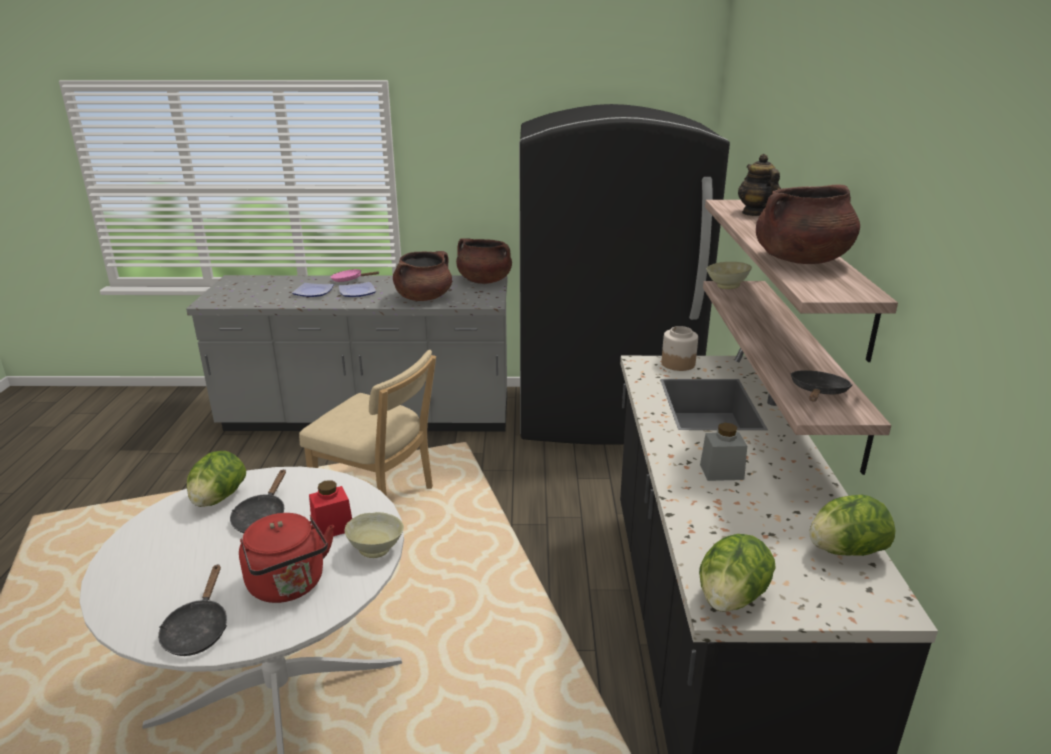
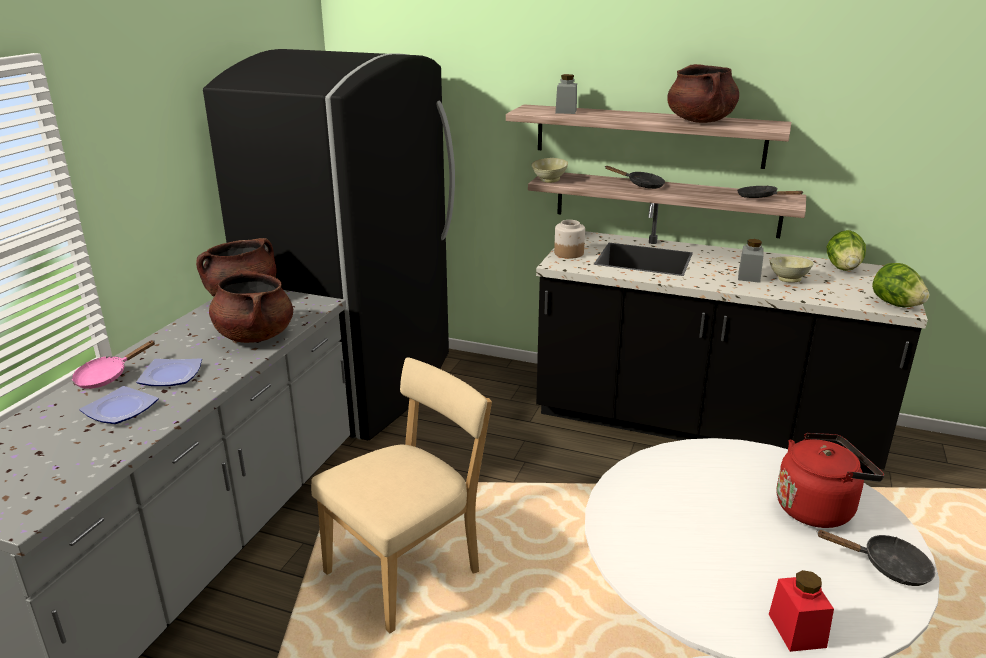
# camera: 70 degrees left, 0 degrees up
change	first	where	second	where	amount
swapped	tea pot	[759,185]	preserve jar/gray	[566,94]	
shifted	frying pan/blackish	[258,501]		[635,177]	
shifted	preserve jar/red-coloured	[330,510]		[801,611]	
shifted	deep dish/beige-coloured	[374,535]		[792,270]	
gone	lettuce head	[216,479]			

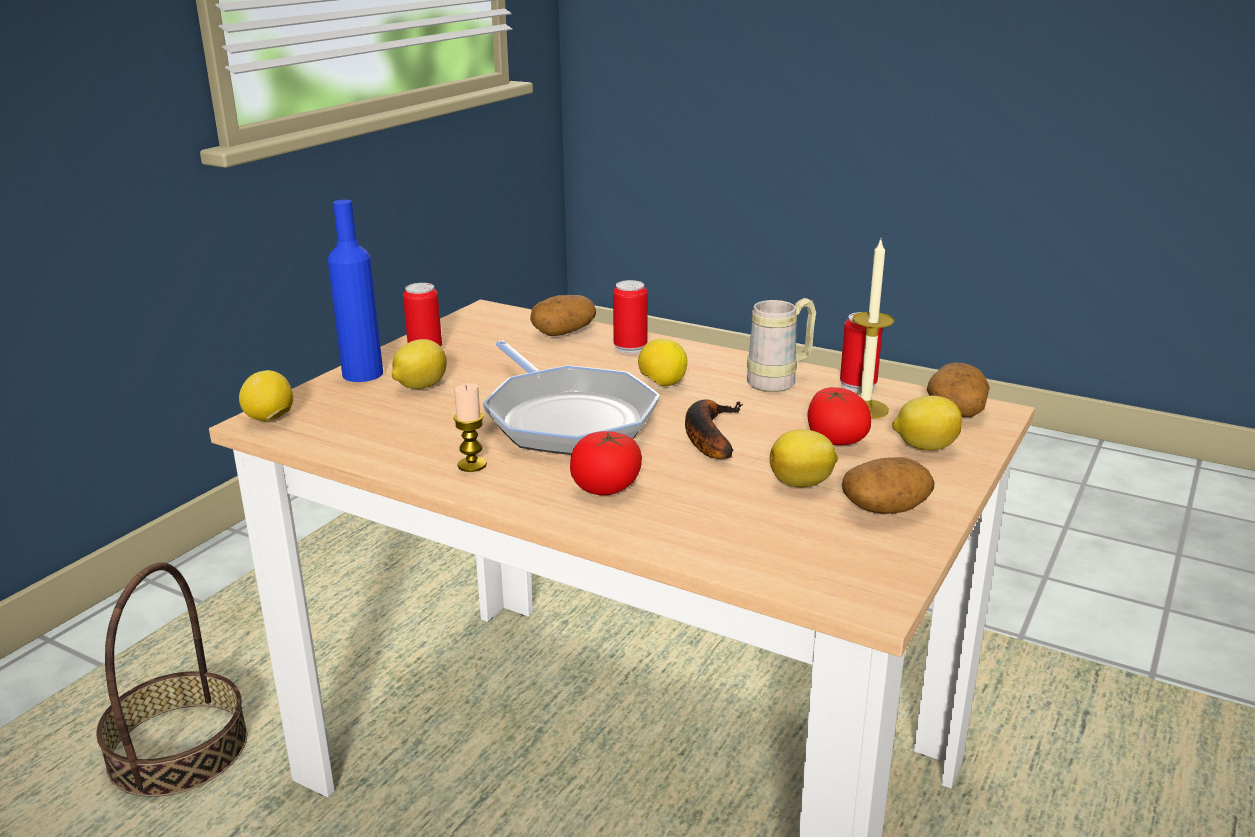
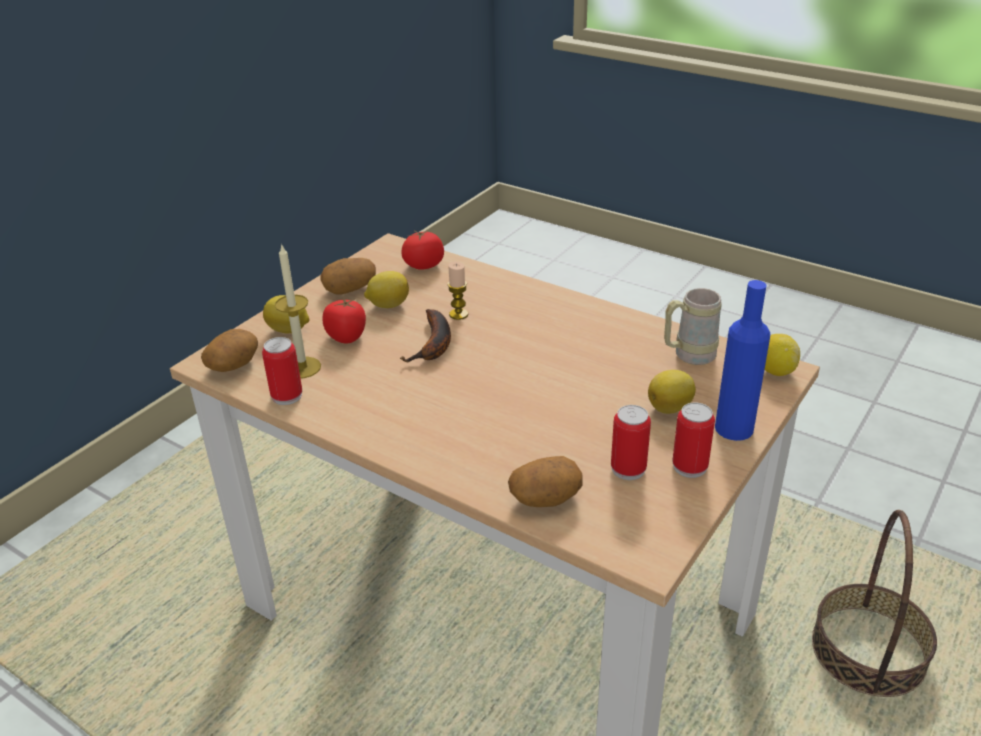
# camera: 175 degrees left, 10 degrees up
change	first	where	second	where	amount
shifted	whole tomato	[606,463]		[422,250]	
shifted	candle	[470,427]		[457,290]	
shifted	metal can	[630,317]		[631,442]	
shifted	coffee mug/beige-coloured	[781,345]		[693,326]	
gone	frying pan	[571,397]			
gone	lemon	[662,362]			

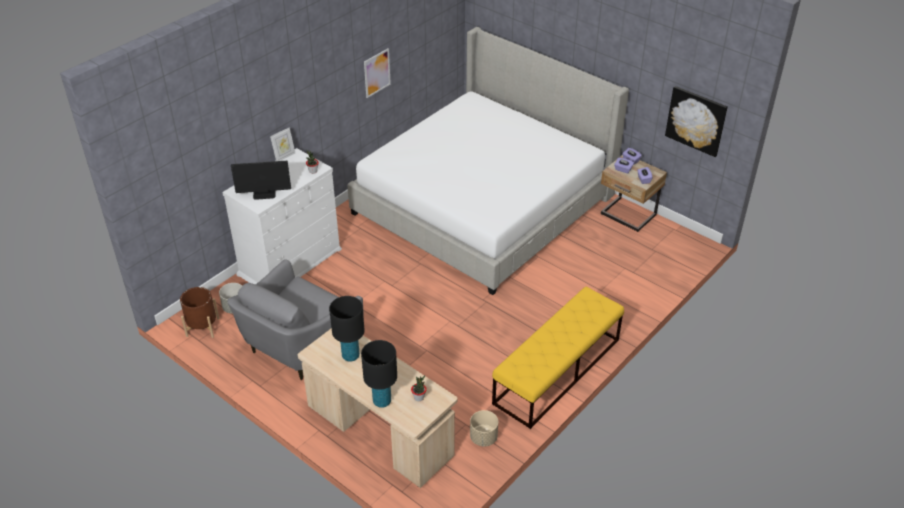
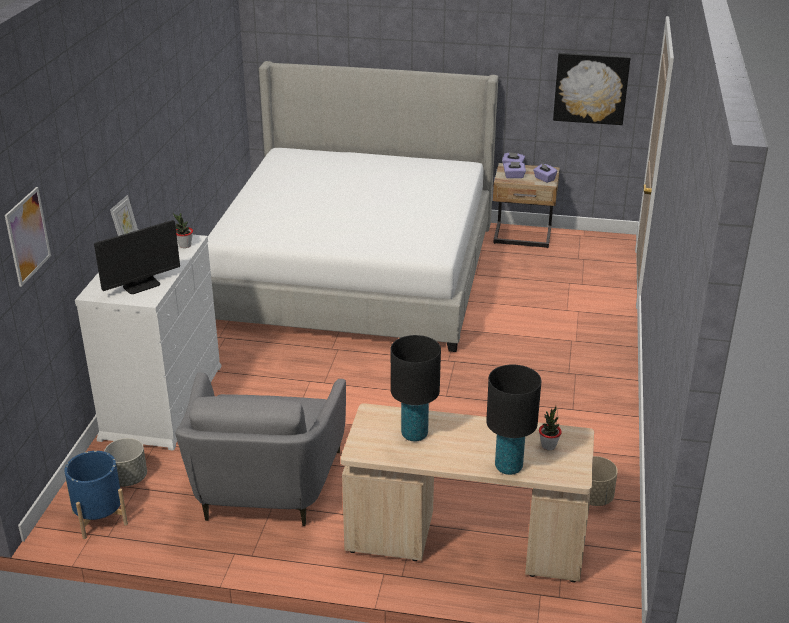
# camera: 30 degrees left, 10 degrees down
change	first	where	second	where	amount
shifted	picture	[377,73]		[28,237]	
repainted	flower pot/brown	[199,312]	flower pot/bluish	[96,495]	
gone	long seat/yellow-coloured	[558,358]			

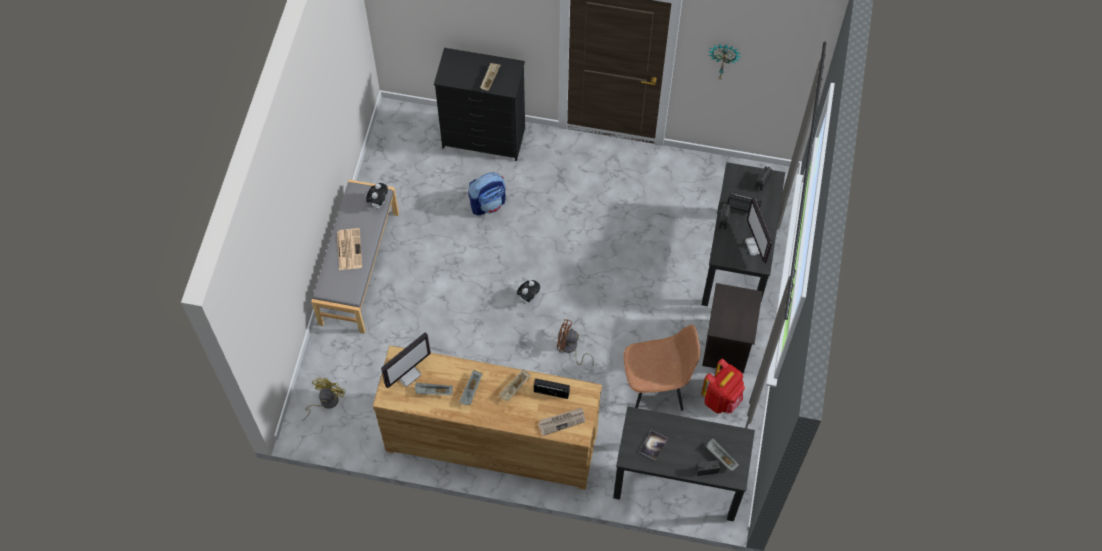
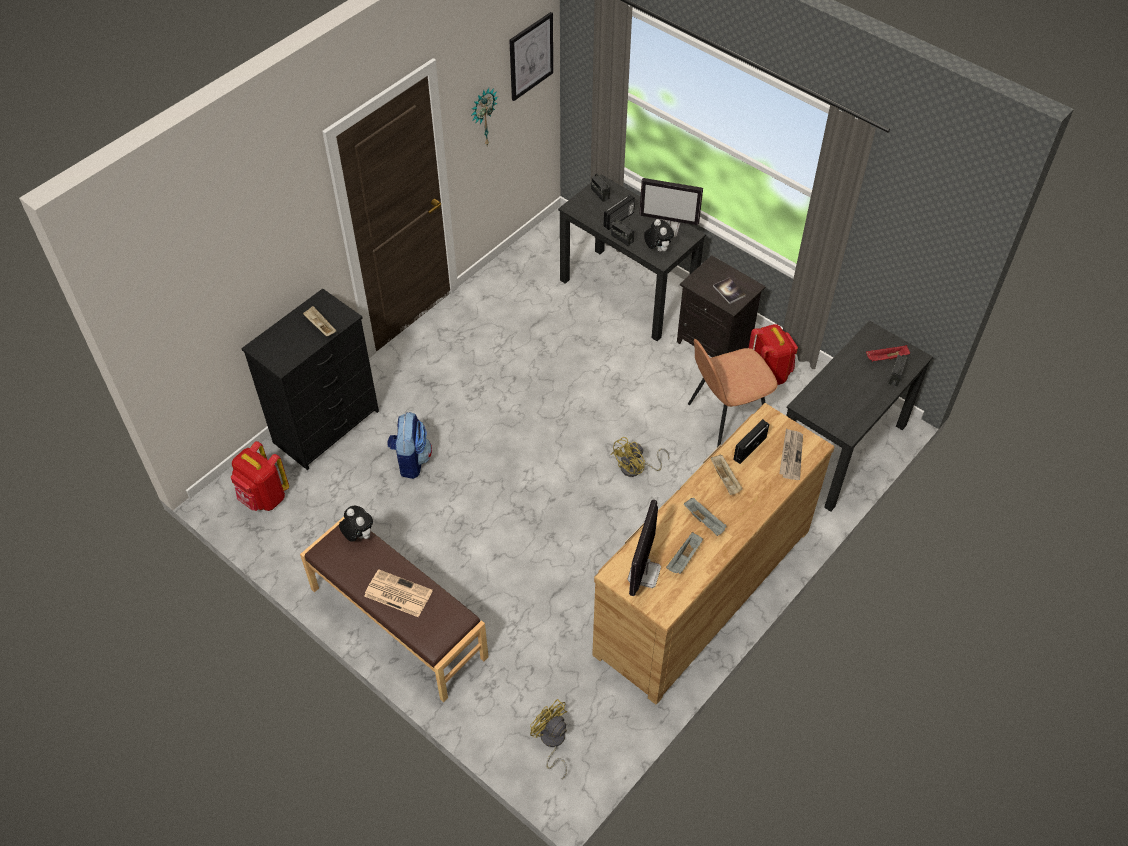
# camera: 60 degrees left, 10 degrees down
change	first	where	second	where	amount
new			backpack/red-coloured	[260,476]	
repainted	long seat/gray	[355,257]	long seat/brown	[394,609]	
new			picture	[531,56]	
repainted	cooling fan/brown	[575,342]	cooling fan/yellow-coloured	[640,457]	
rotated	monitor	[406,360]		[644,547]	150 degrees counterclockwise
shifted	soft toy	[528,292]		[659,235]	
rotated	upright chair/brown	[662,368]		[733,393]	135 degrees counterclockwise
shifted	book	[653,445]		[729,291]	
repainted	serving tray/gray	[722,454]	serving tray/red-coloured	[888,353]	

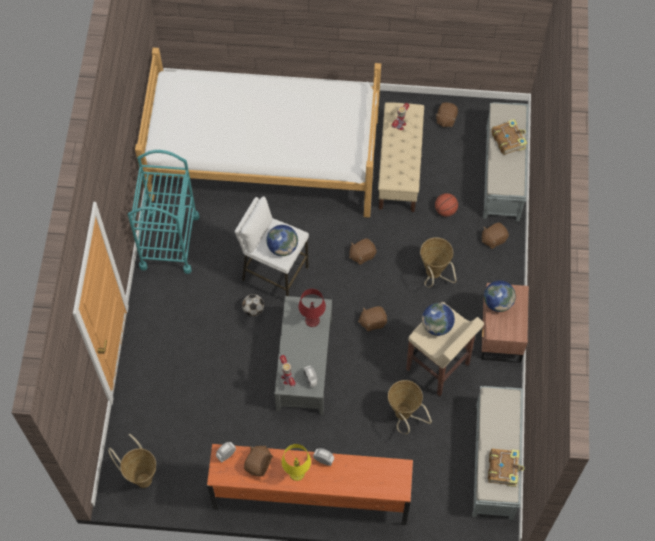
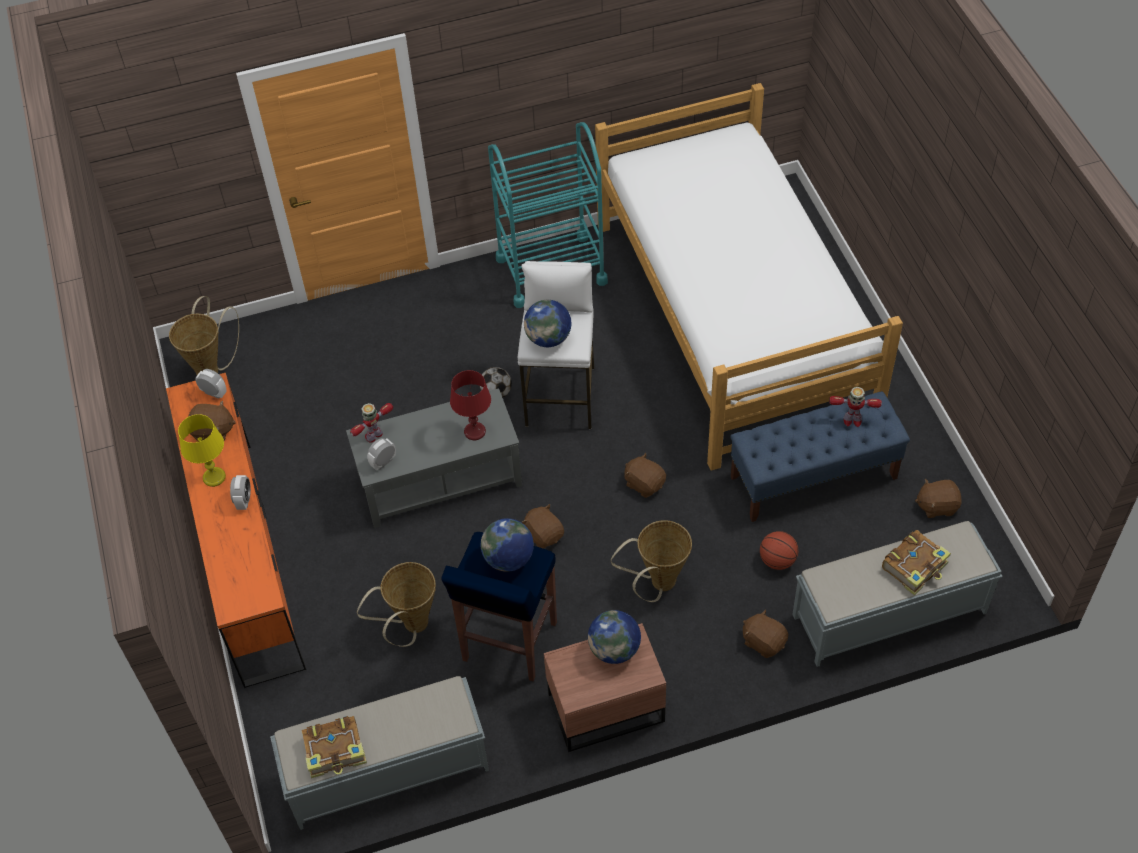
# camera: 70 degrees right, 10 degrees down
change	first	where	second	where	amount
repainted	stool/beige-coloured	[445,349]	stool/bluish	[499,606]	
repainted	long seat/beige-coloured	[401,157]	long seat/bluish	[820,456]	

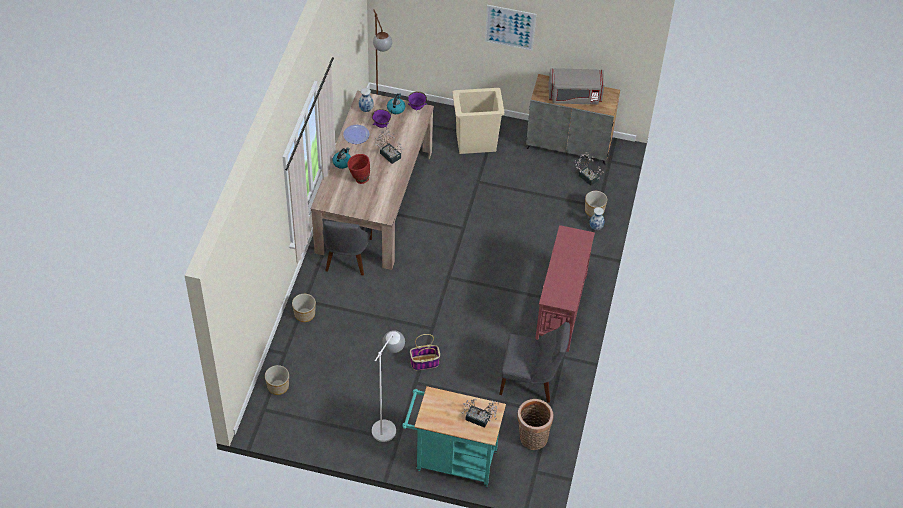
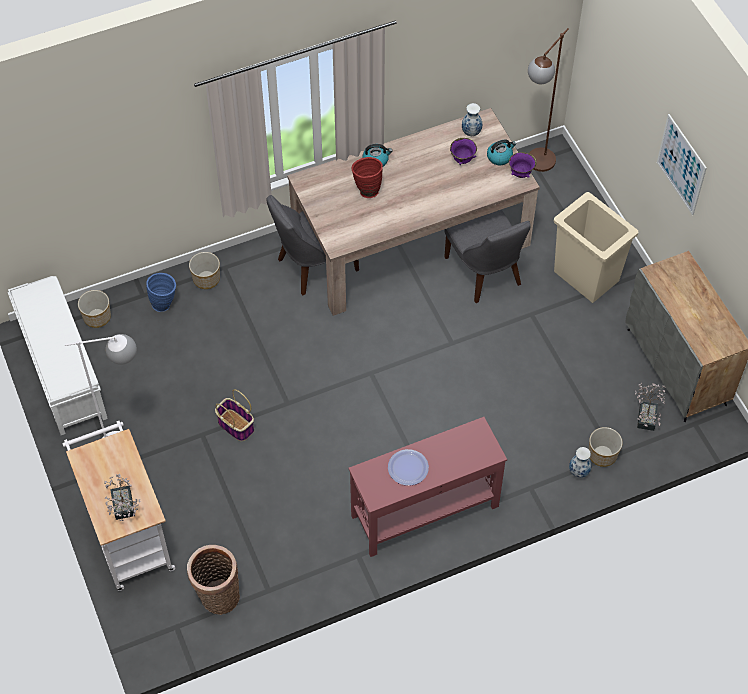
# camera: 55 degrees right, 5 degrees up
change	first	where	second	where	amount
new			long seat/white-coloured	[58,355]	
repainted	wheeled cart/turquoise-coloured	[454,436]	wheeled cart/white-coloured	[118,506]	
new			decorative vase/bluish	[161,292]	
shifted	flat dish	[356,134]		[408,467]	
shifted	upright chair/gray	[534,362]		[487,256]	
gone	potted plant	[389,146]			
gone	microwave/gray	[576,86]			

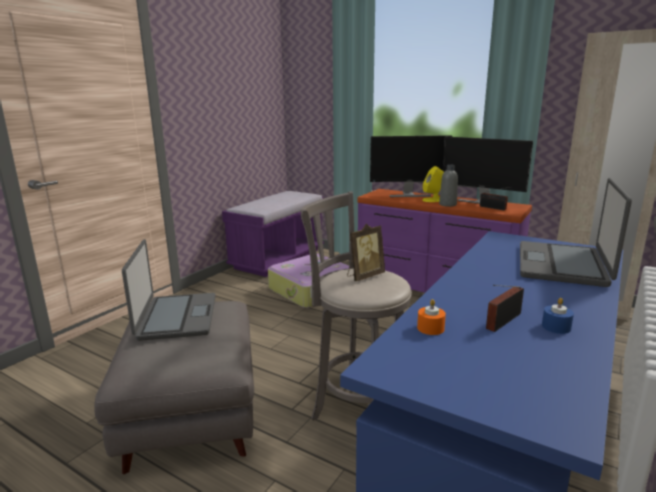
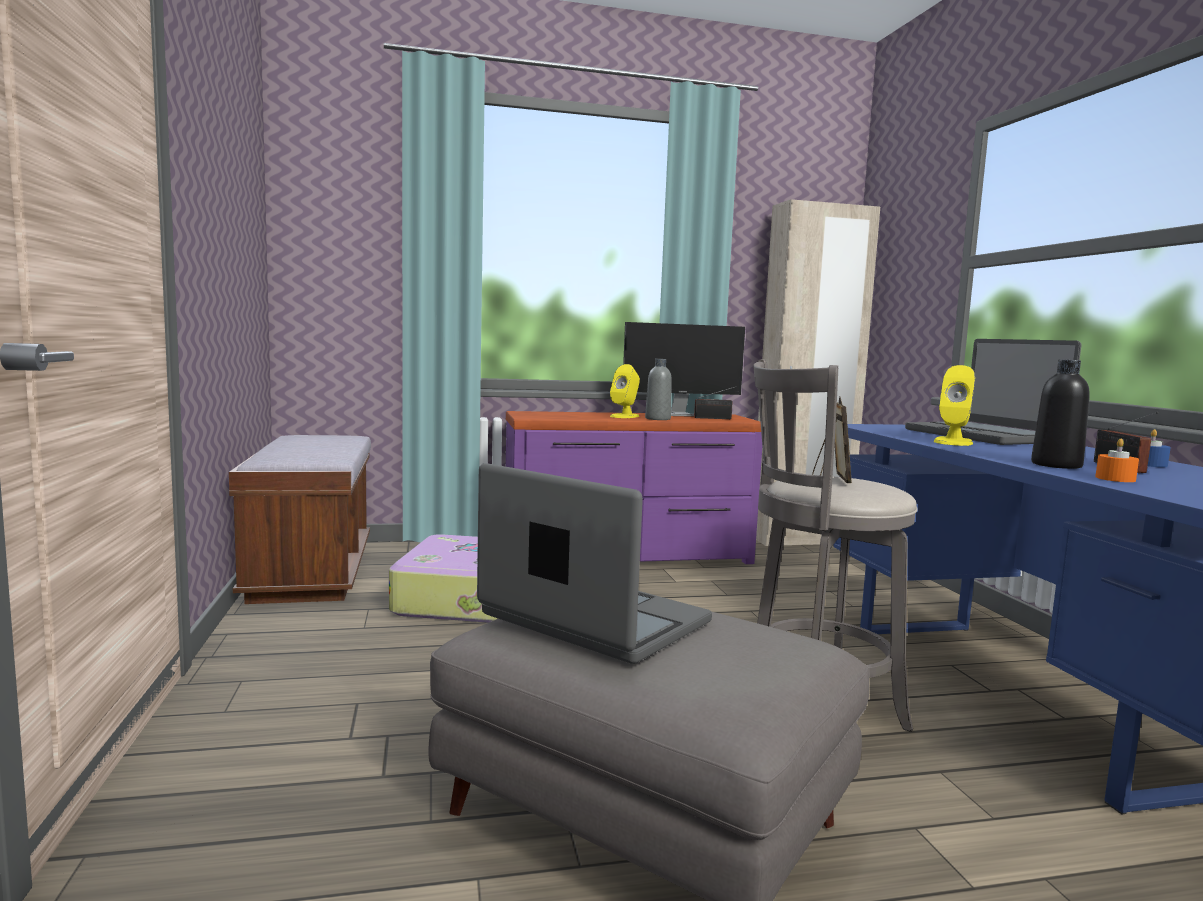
# camera: 45 degrees left, 10 degrees down
change	first	where	second	where	amount
repainted	long seat/purple	[273,234]	long seat/brown	[300,519]	
new			loudspeaker/yellow-coloured	[954,405]	
new			beverage bottle/blackish	[1060,414]	
gone	monitor	[411,166]			

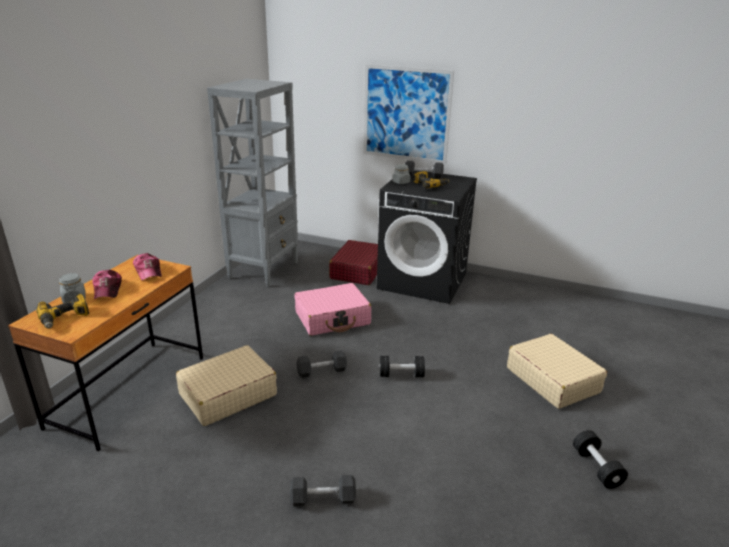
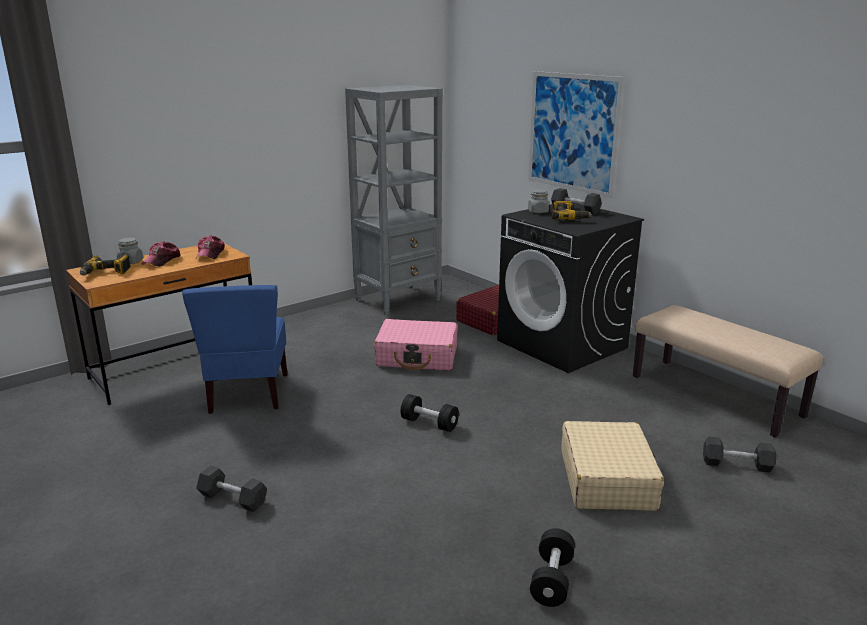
# camera: 30 degrees right, 5 degrees down
change	first	where	second	where	amount
swapped	suitcase/beige-coloured	[226,385]	upright chair/bluish	[234,349]	
new			long seat/beige-coloured	[728,371]	
shifted	hand weight/blackish	[322,364]		[739,455]	

